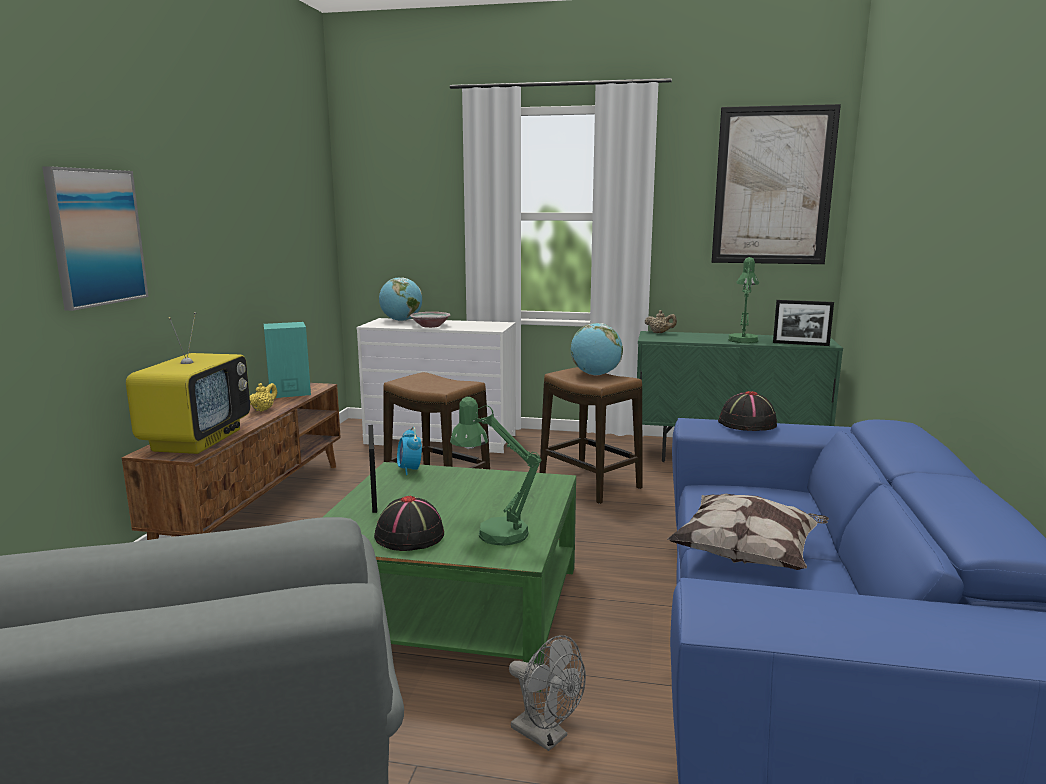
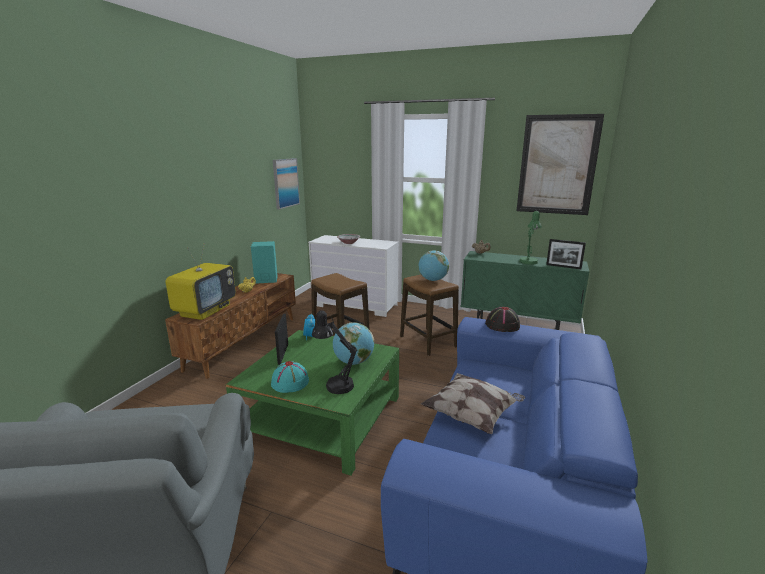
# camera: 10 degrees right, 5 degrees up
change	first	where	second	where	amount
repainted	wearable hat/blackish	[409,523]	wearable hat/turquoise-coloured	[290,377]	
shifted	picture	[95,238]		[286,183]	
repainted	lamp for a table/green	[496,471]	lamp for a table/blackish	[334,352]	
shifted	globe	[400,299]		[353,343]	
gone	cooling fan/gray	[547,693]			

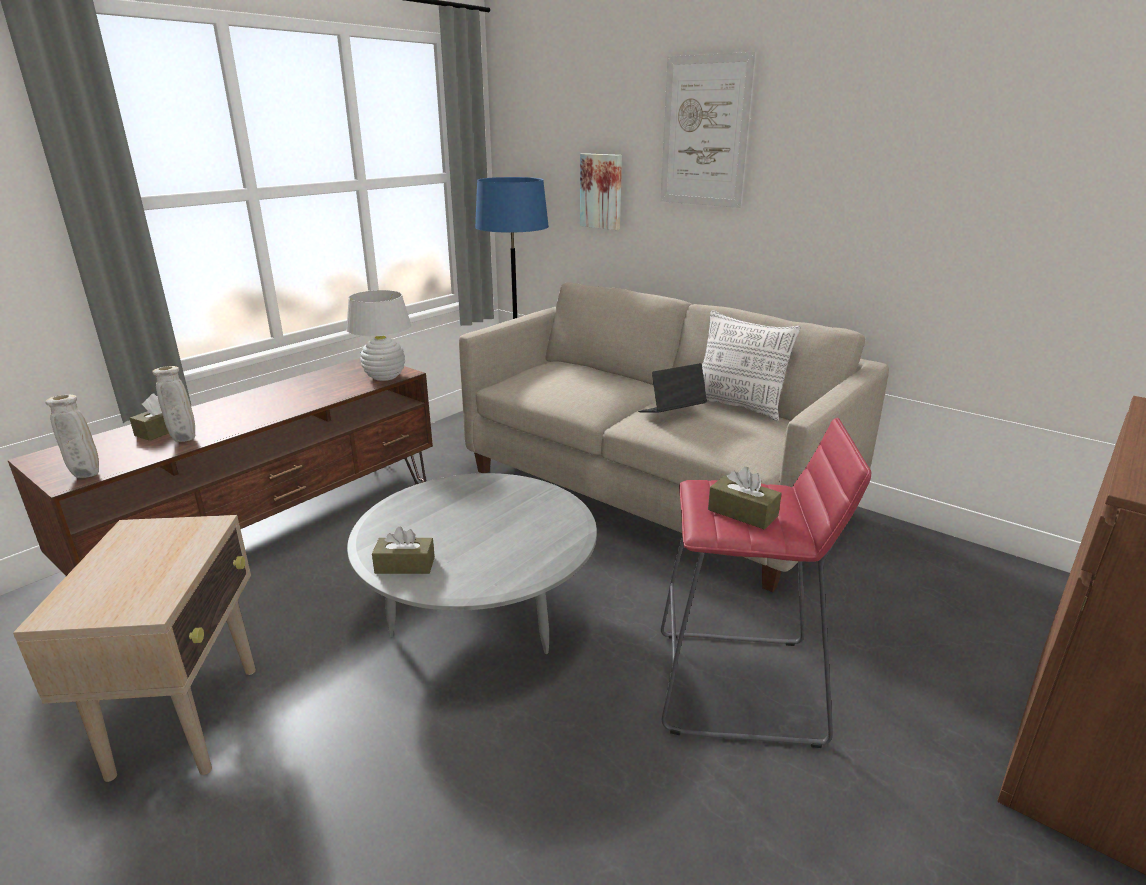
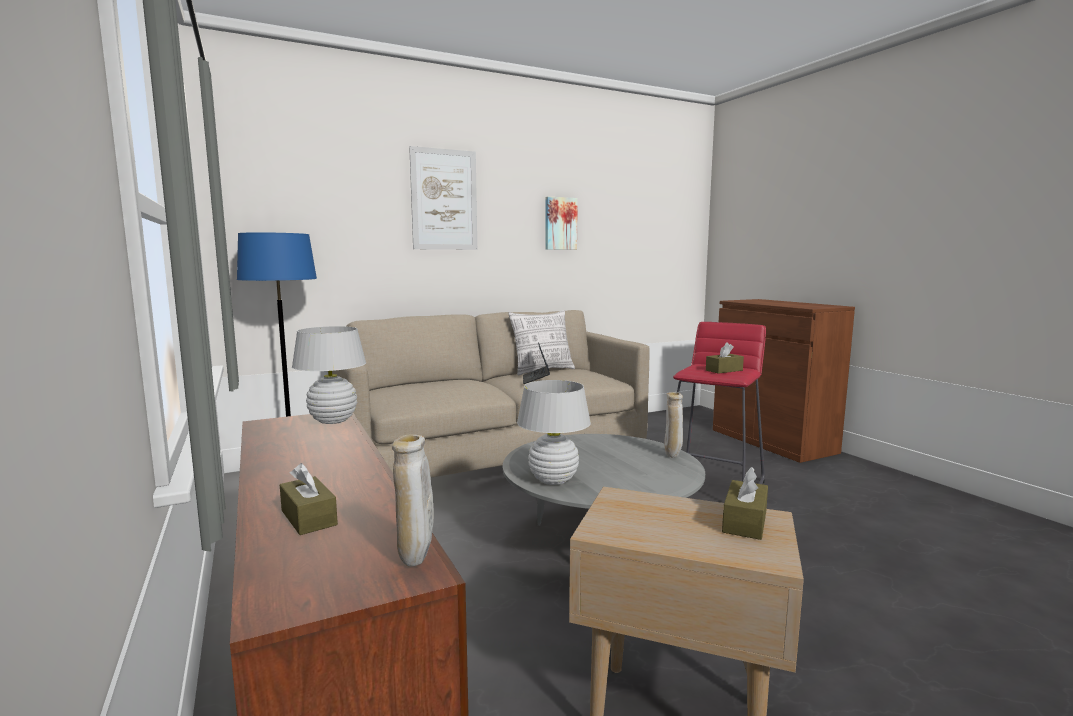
# camera: 65 degrees left, 15 degrees down
change	first	where	second	where	amount
new			lamp for a table/white-coloured	[554,432]	
shifted	picture	[601,191]		[561,223]	
shifted	decorative vase/beige-coloured	[173,404]		[673,424]	
shifted	tissue box/brown	[403,550]		[745,503]	

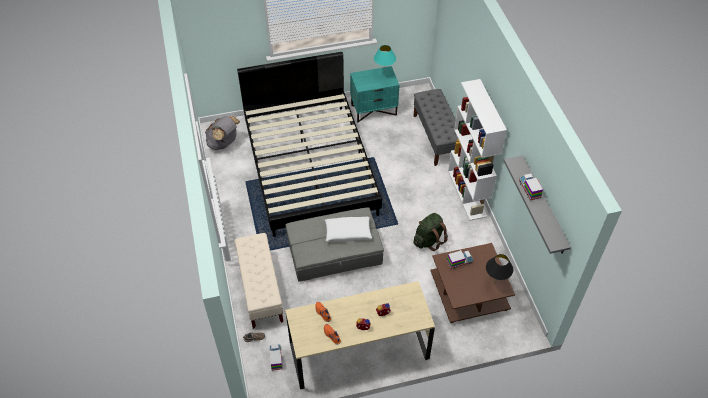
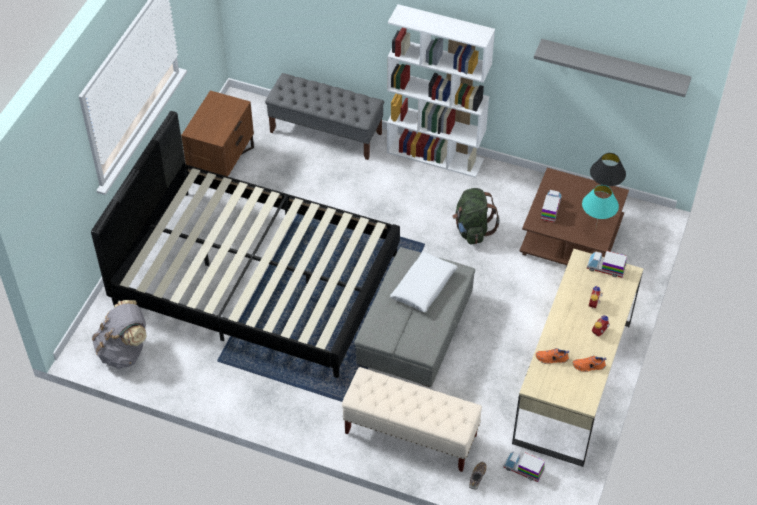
# camera: 55 degrees left, 0 degrees up
change	first	where	second	where	amount
repainted	nightstand/turquoise-coloured	[374,94]	nightstand/brown	[217,133]	
shifted	lamp for a table/turquoise-coloured	[385,59]		[600,206]	
shifted	toy lorry	[531,186]		[607,264]	

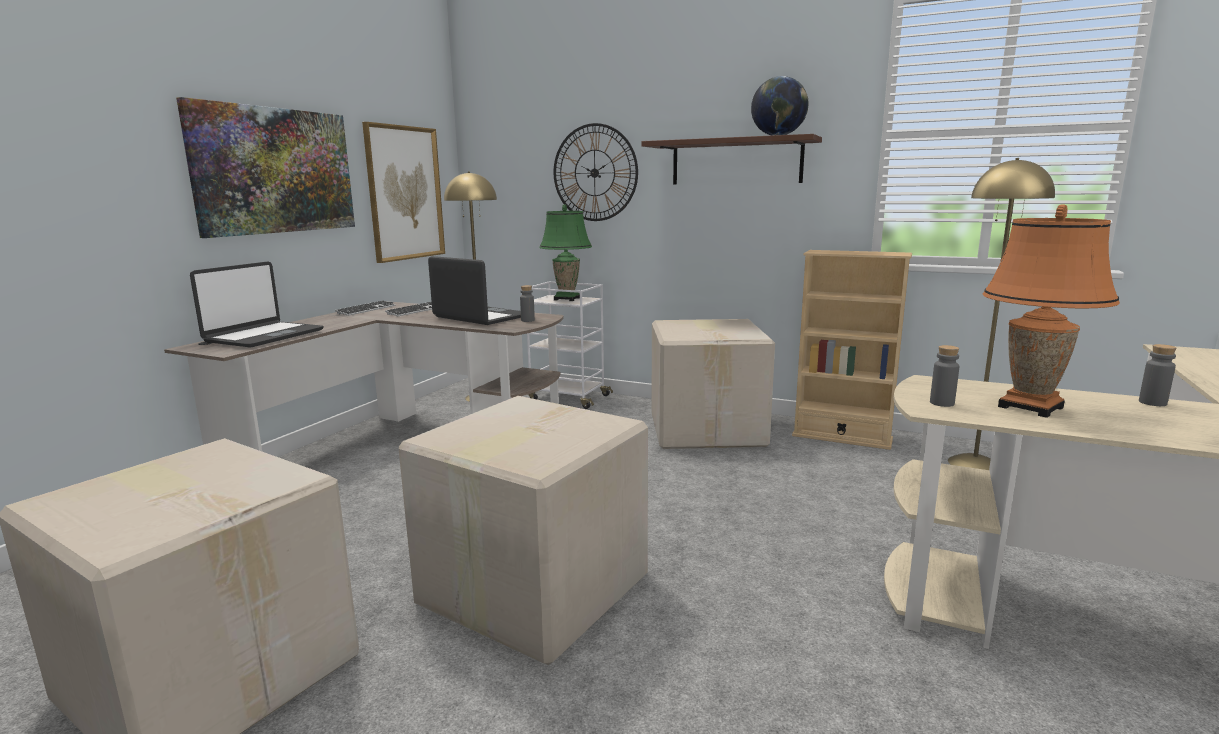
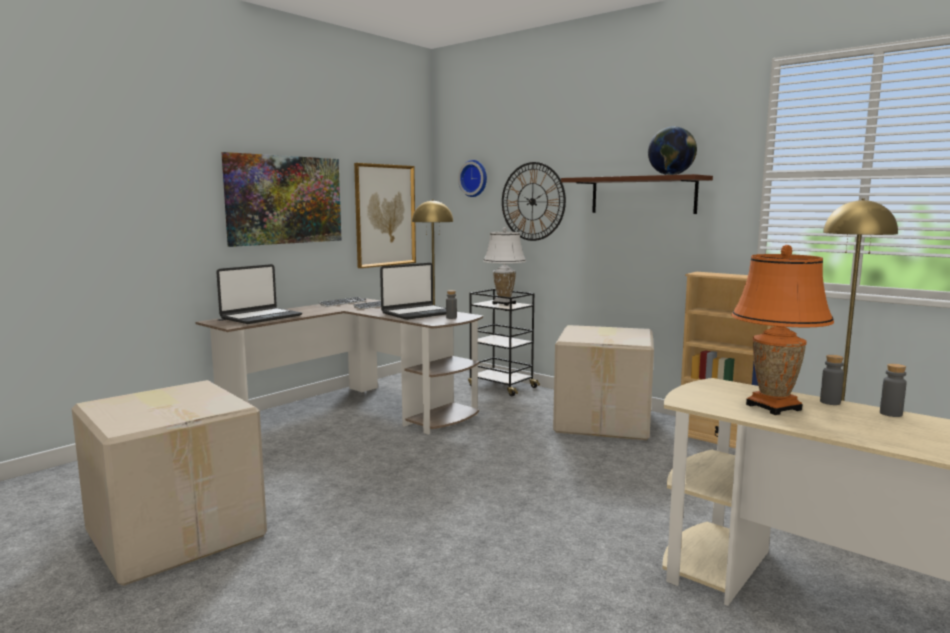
# camera: 15 degrees right, 5 degrees down
change	first	where	second	where	amount
rotated	laptop	[474,290]		[413,291]	90 degrees clockwise
new			hanging clock	[472,178]	
repainted	wheeled cart/white-coloured	[570,345]	wheeled cart/blackish	[504,342]	
repainted	lamp for a table/green	[565,253]	lamp for a table/white-coloured	[504,266]	
shifted	beverage bottle/gray	[944,376]		[832,380]	
gone	carton	[523,530]			

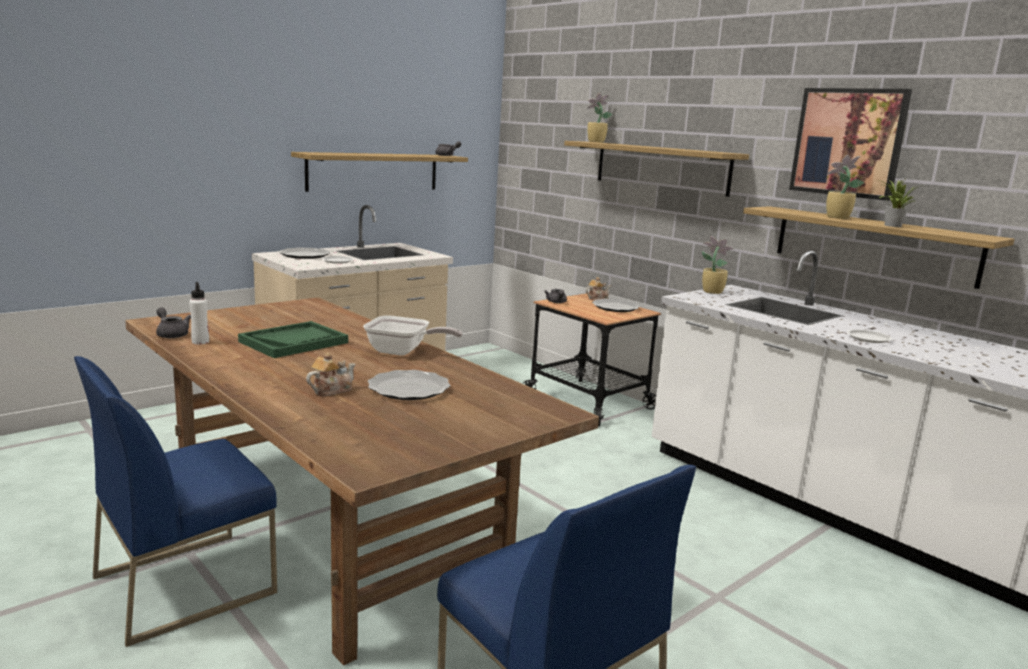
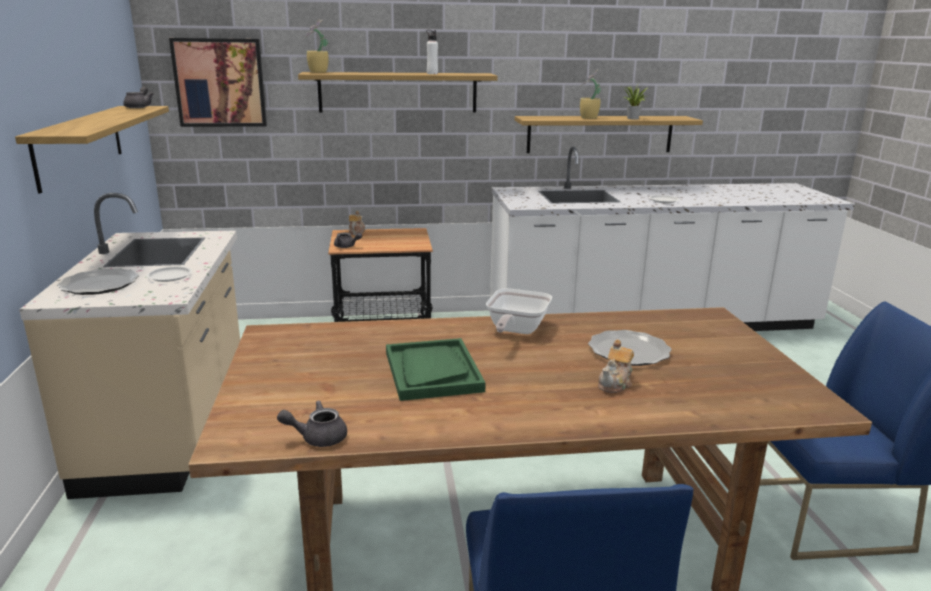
# camera: 55 degrees left, 5 degrees up
change	first	where	second	where	amount
shifted	picture	[850,144]		[218,82]	
shifted	beverage bottle/white-coloured	[199,313]		[432,52]	
rotated	frying pan	[413,335]		[519,311]	150 degrees clockwise
rotated	tea pot	[331,374]		[616,366]	135 degrees counterclockwise
gone	flat dish	[616,305]			
gone	potted plant	[718,265]			

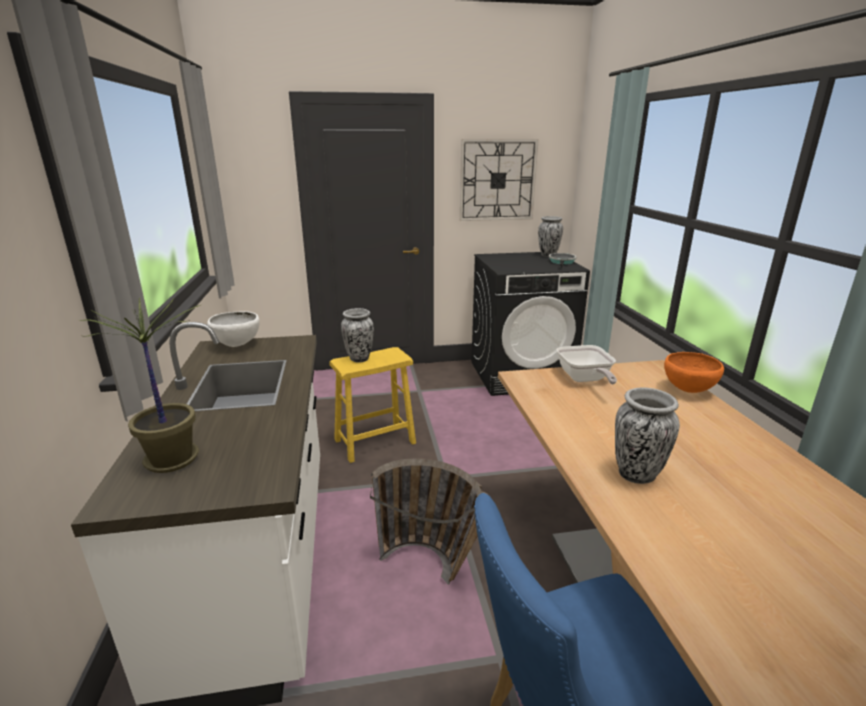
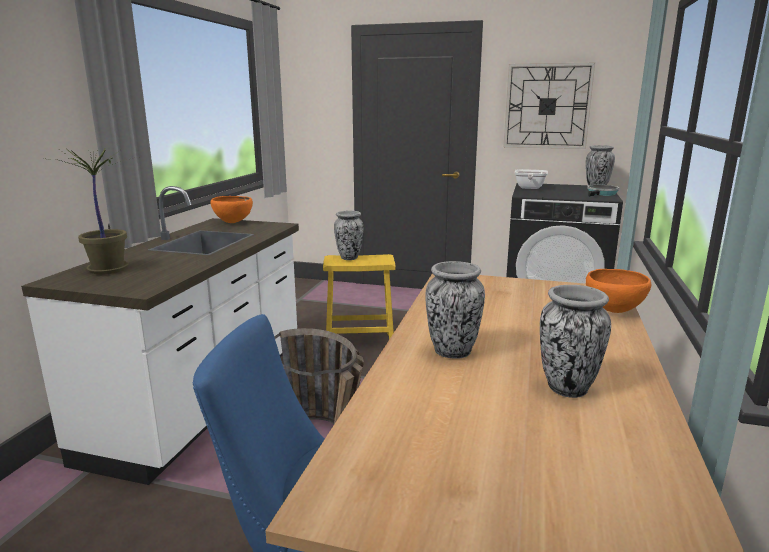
# camera: 25 degrees right, 5 degrees down
change	first	where	second	where	amount
repainted	deep dish/white-coloured	[233,329]	deep dish/orangey	[231,209]	
shifted	frying pan	[586,365]		[531,179]	
new			decorative vase	[575,341]	

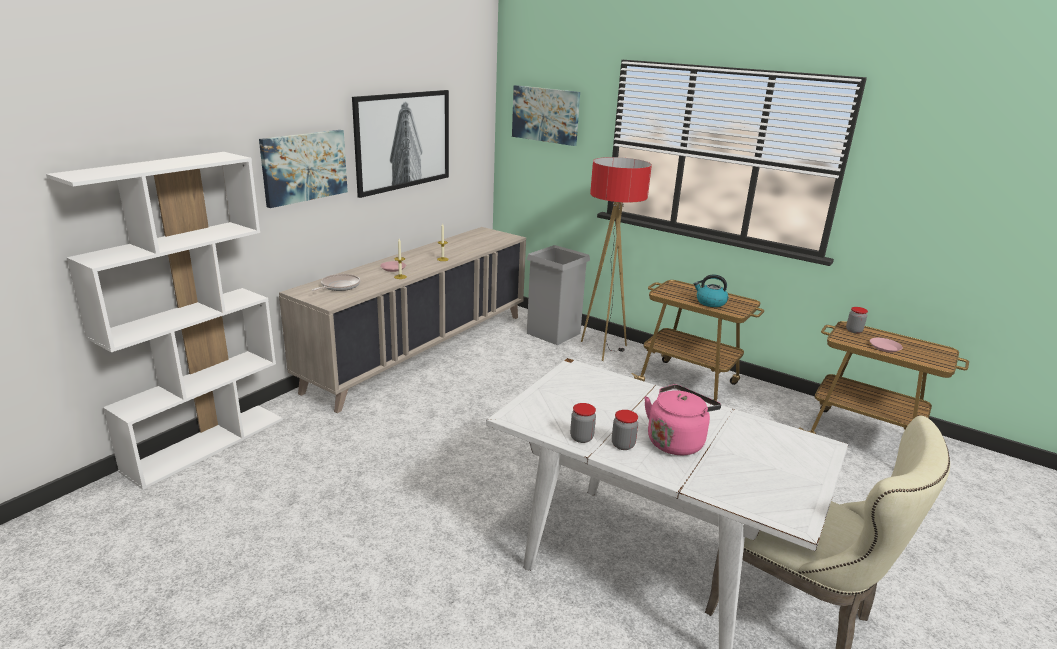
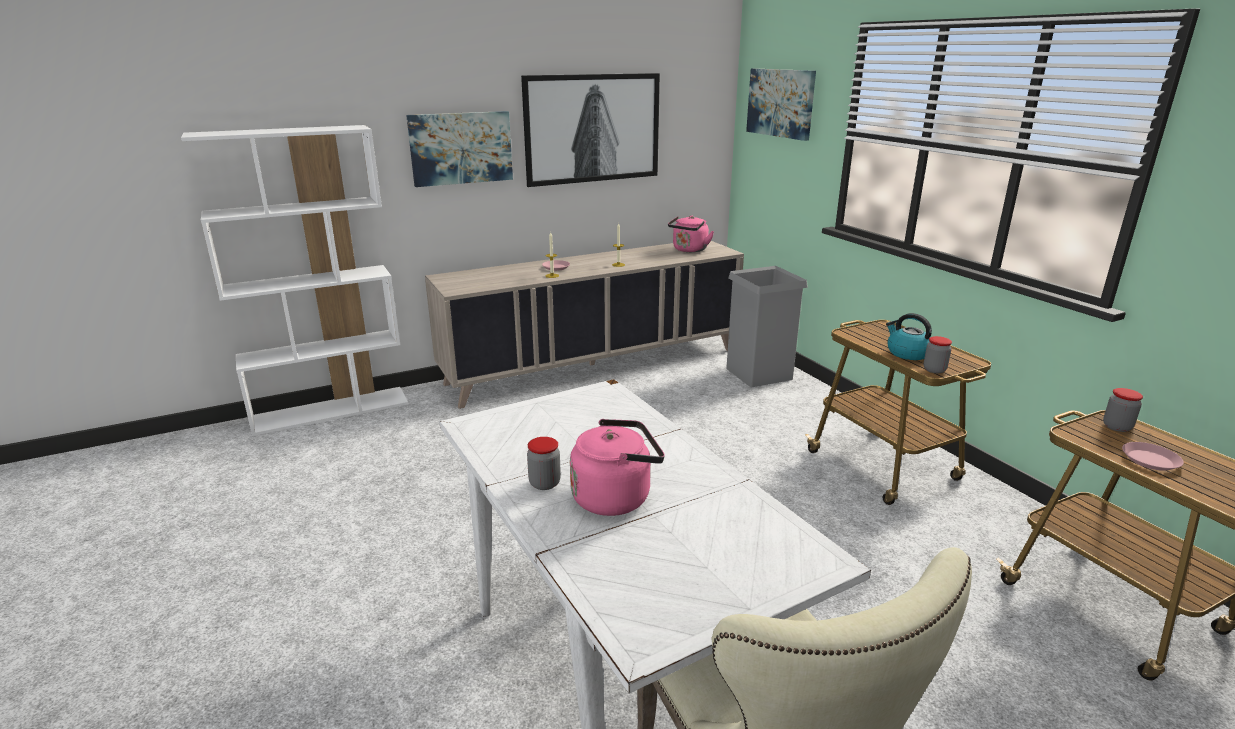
# camera: 30 degrees right, 0 degrees up
change	first	where	second	where	amount
new			water kettle/pinkish	[691,234]	
shifted	preserve jar	[583,423]		[938,354]	
gone	frying pan	[336,282]			
gone	standard lamp	[616,259]			

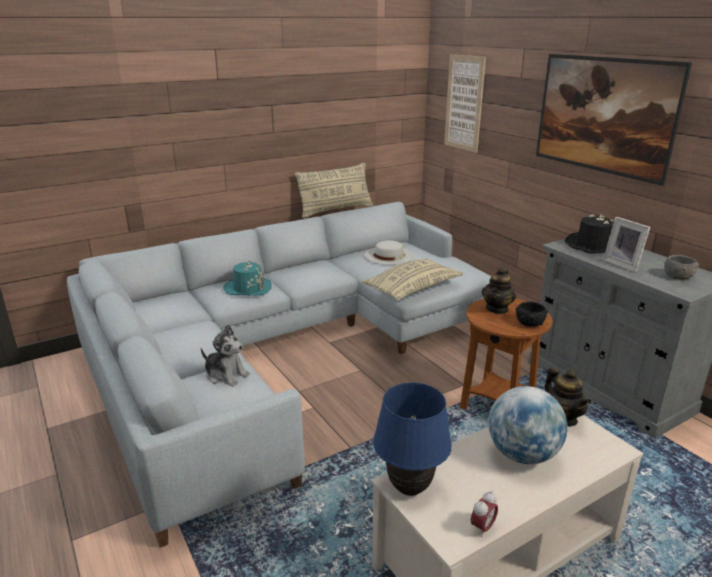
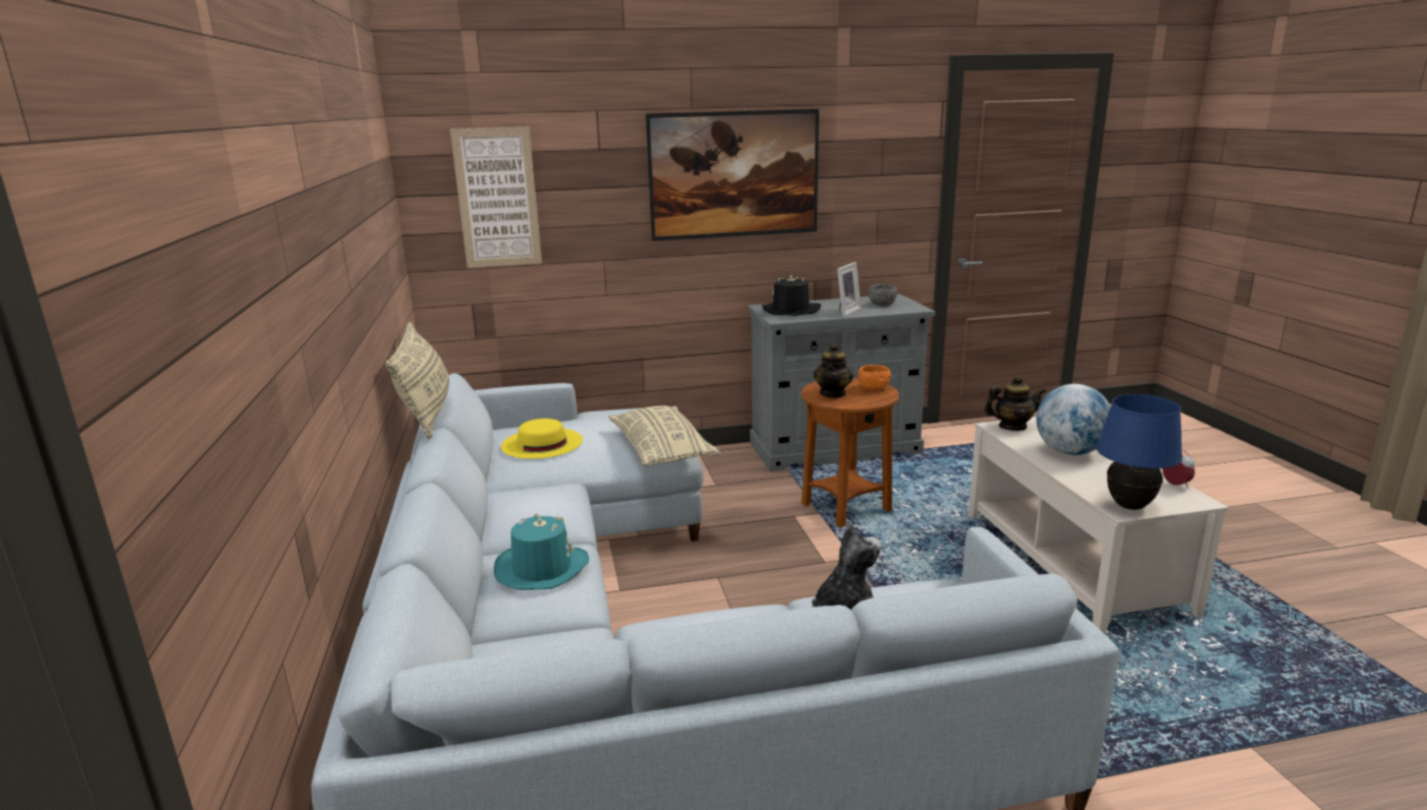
# camera: 70 degrees left, 5 degrees down
change	first	where	second	where	amount
repainted	wearable hat/white-coloured	[389,252]	wearable hat/yellow-coloured	[542,438]	
rotated	tea pot	[499,291]		[833,370]	60 degrees clockwise
rotated	standing frame	[626,244]		[849,289]	45 degrees counterclockwise
repainted	deep dish/blackish	[532,314]	deep dish/orangey	[874,377]	

